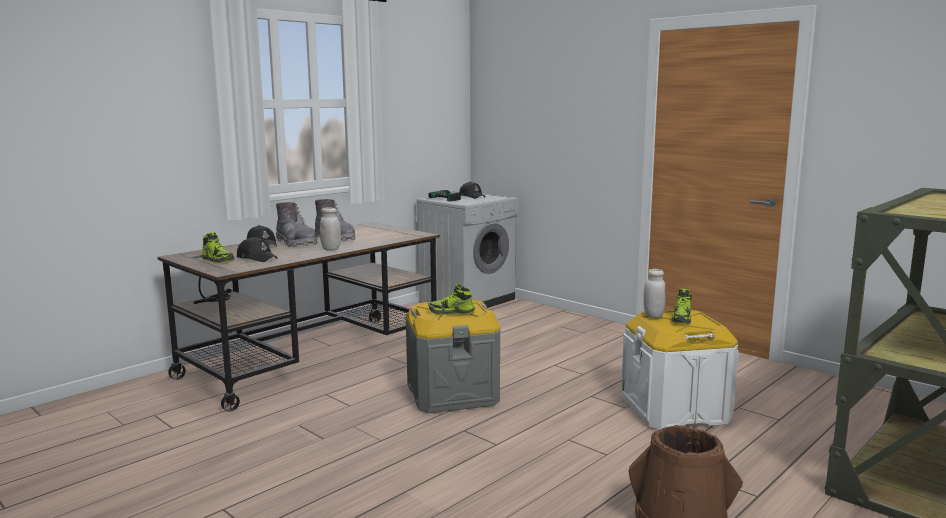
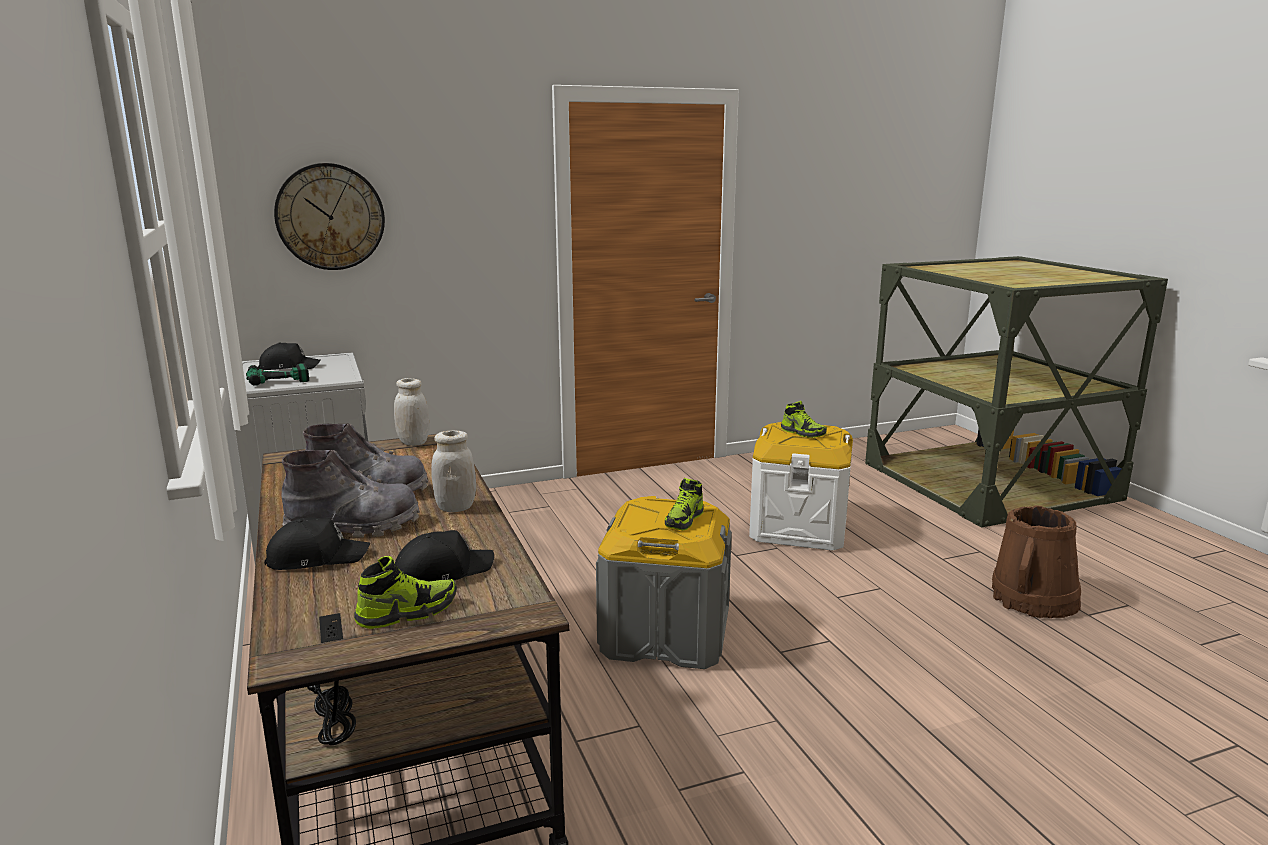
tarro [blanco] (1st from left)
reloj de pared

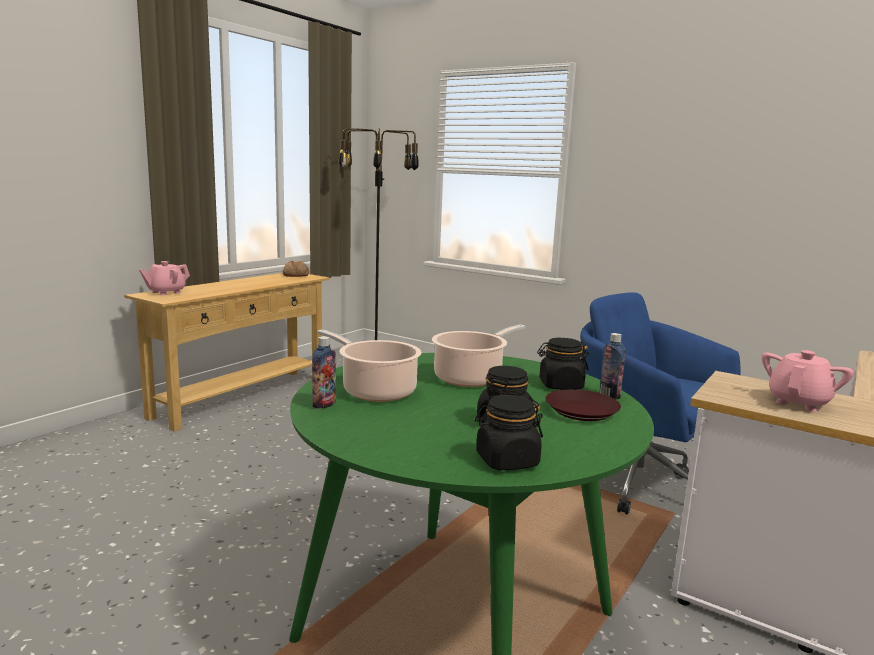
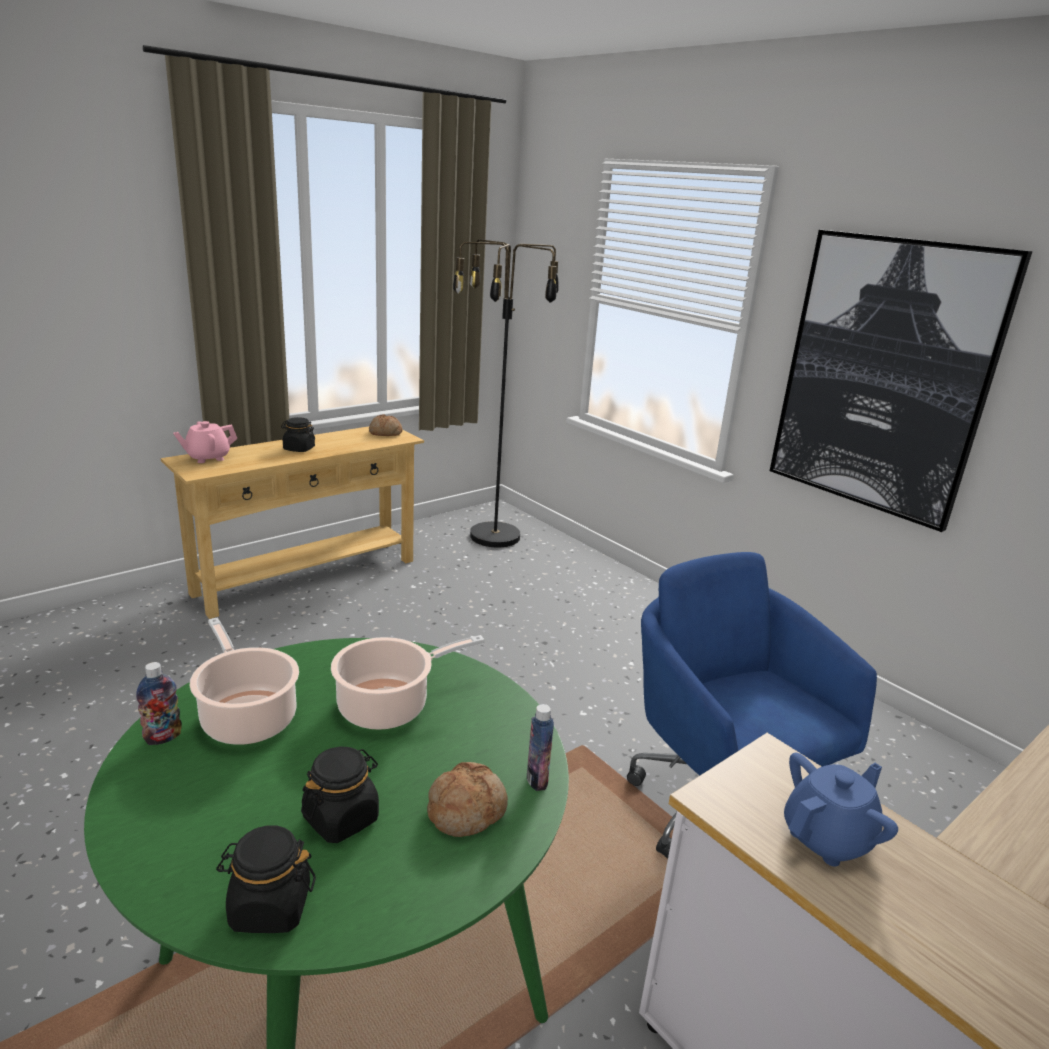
tarro [negro] (2nd from left)
tetera [azul]
pan (2nd from left)
cuadro

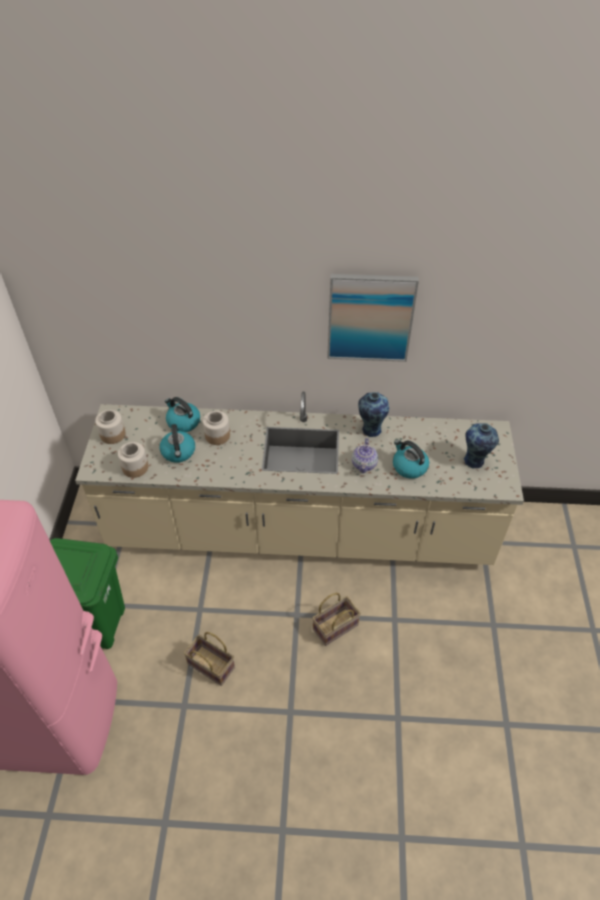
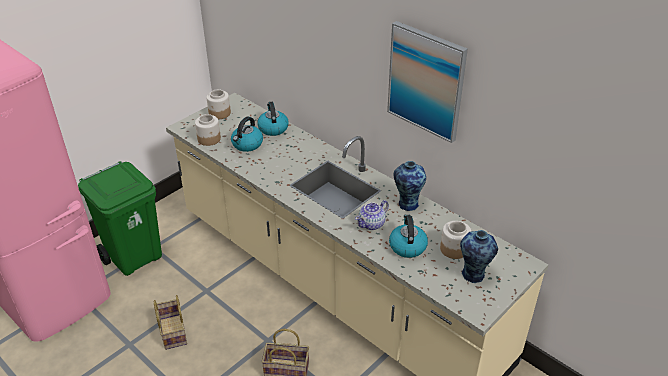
tarro (3rd from left)

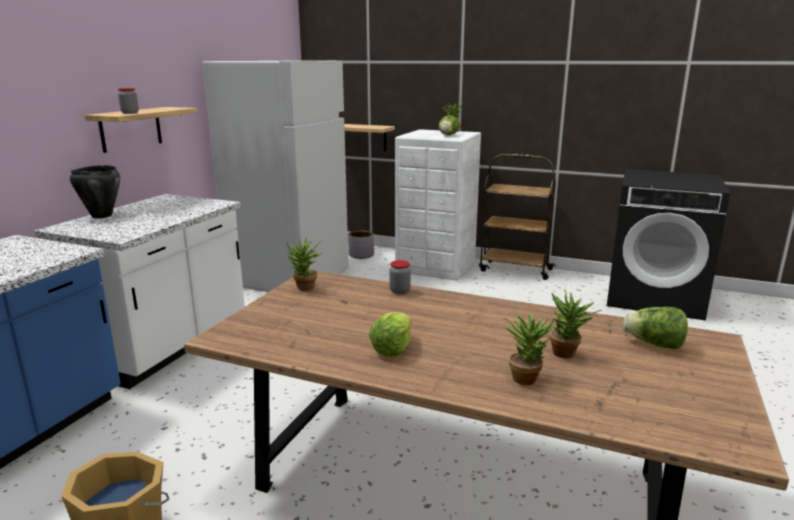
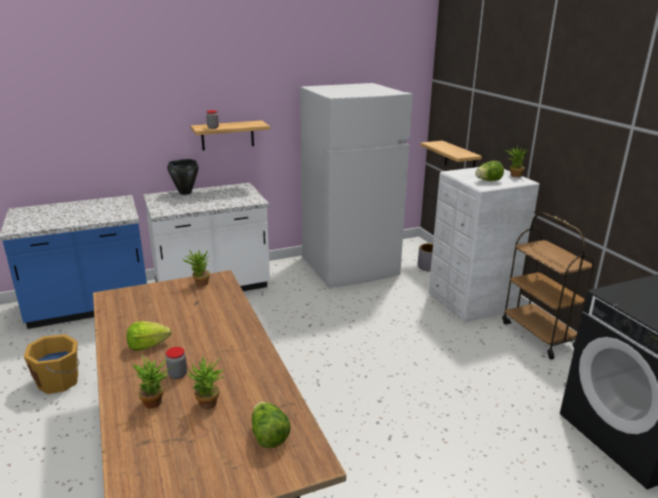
tarro (1st from left)

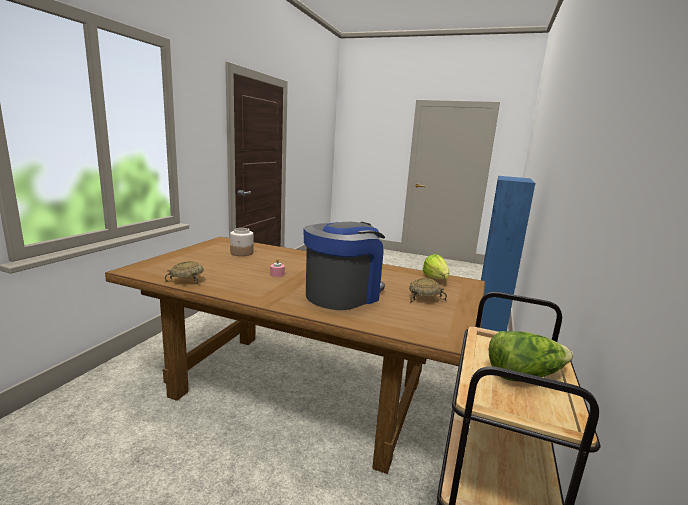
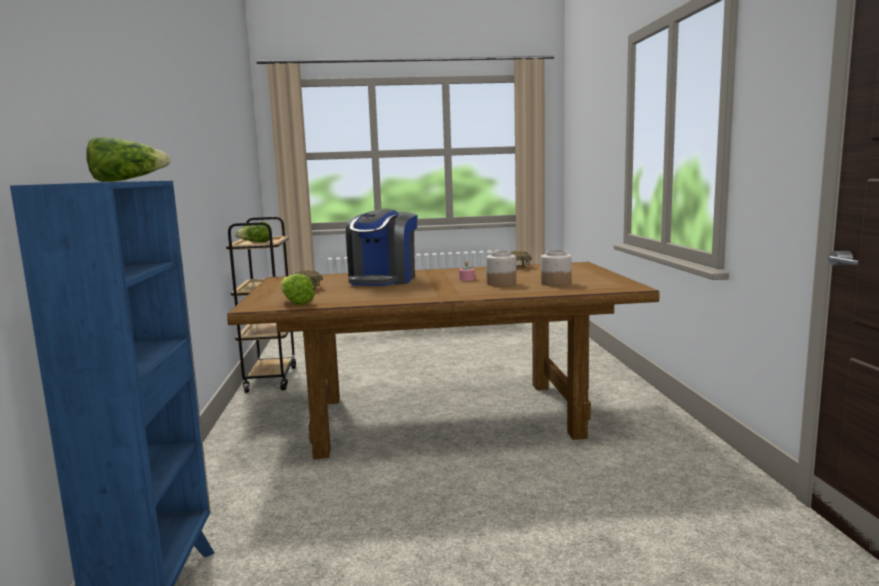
lechuga (1st from left)
tarro (1st from left)

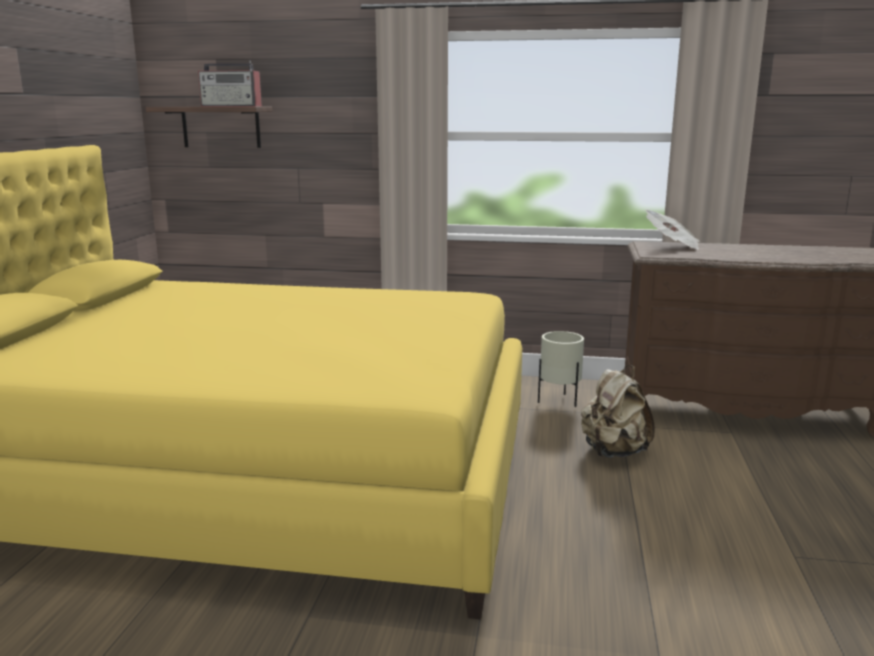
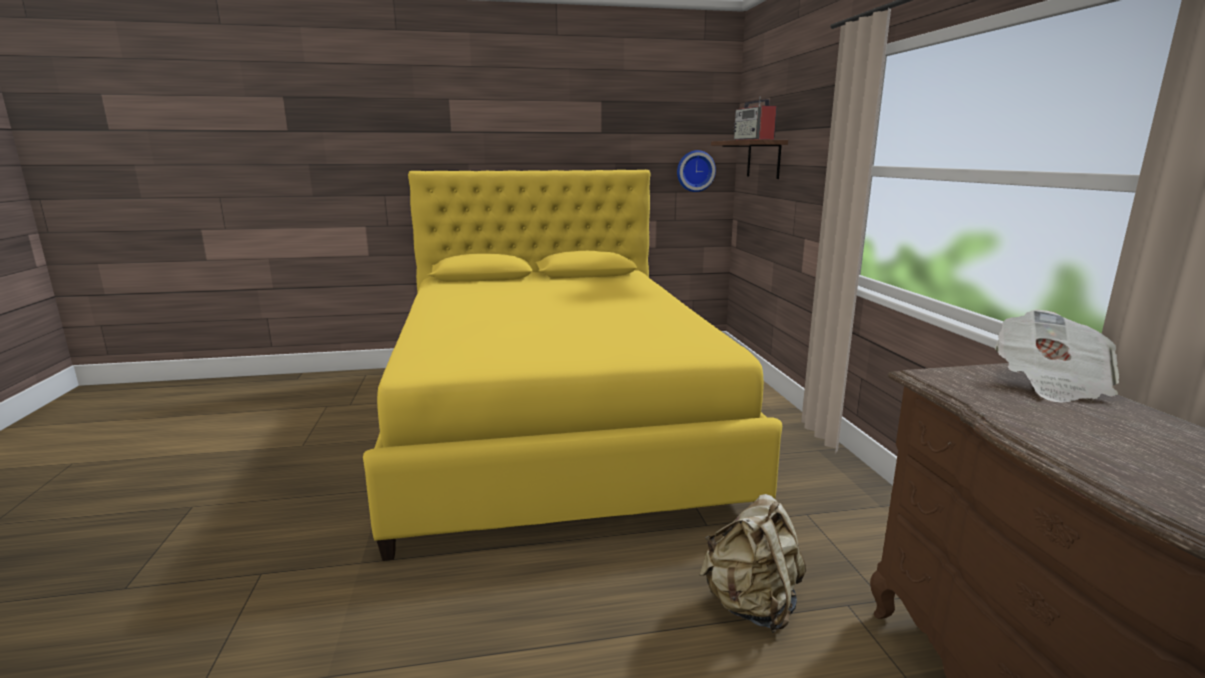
maceta [beis]
reloj de pared

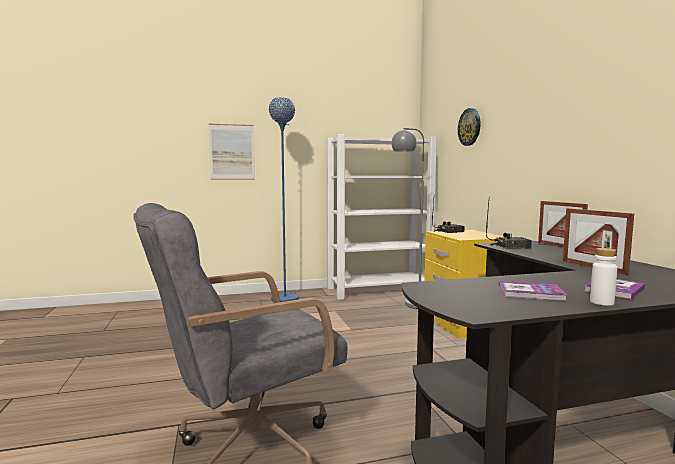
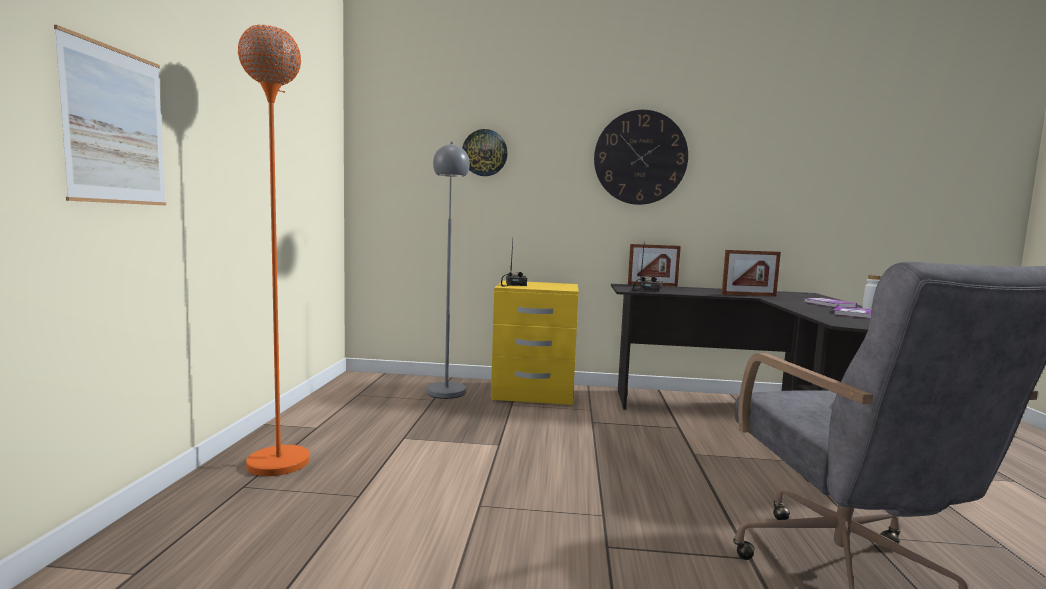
lámpara de pie [naranja]
estantería [blanco]
reloj de pared (2nd from left)

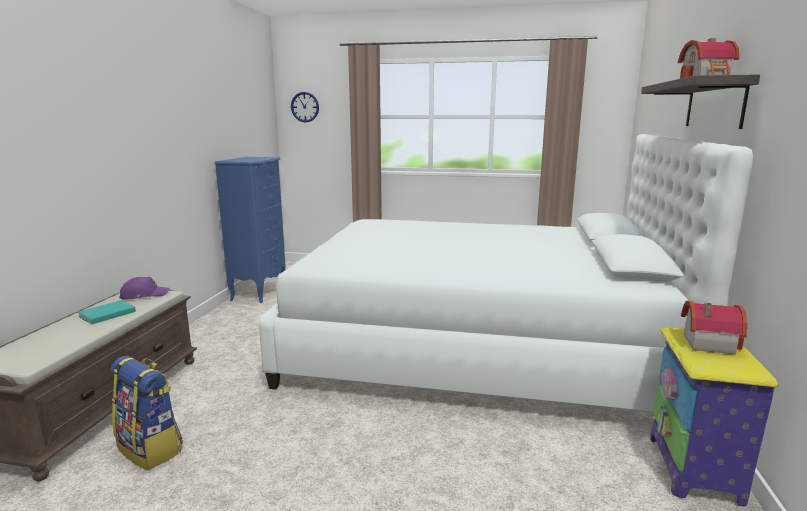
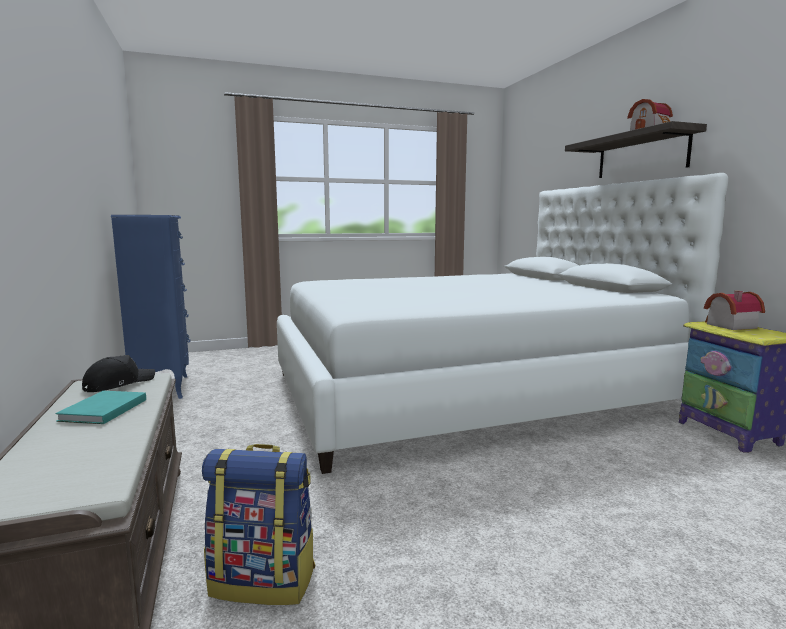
reloj de pared
gorra [negro]

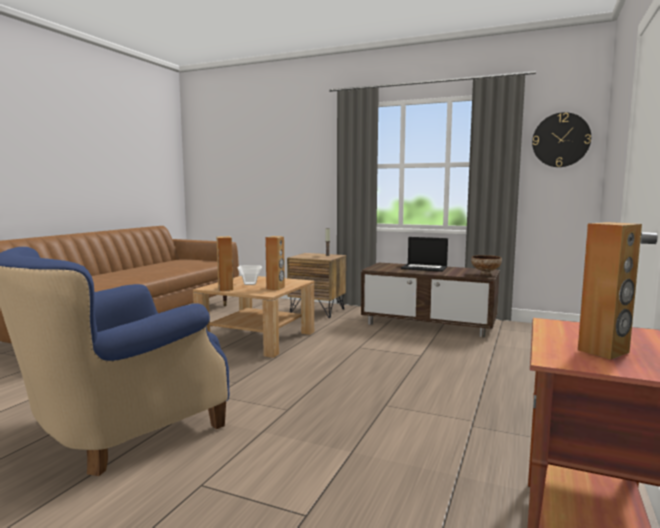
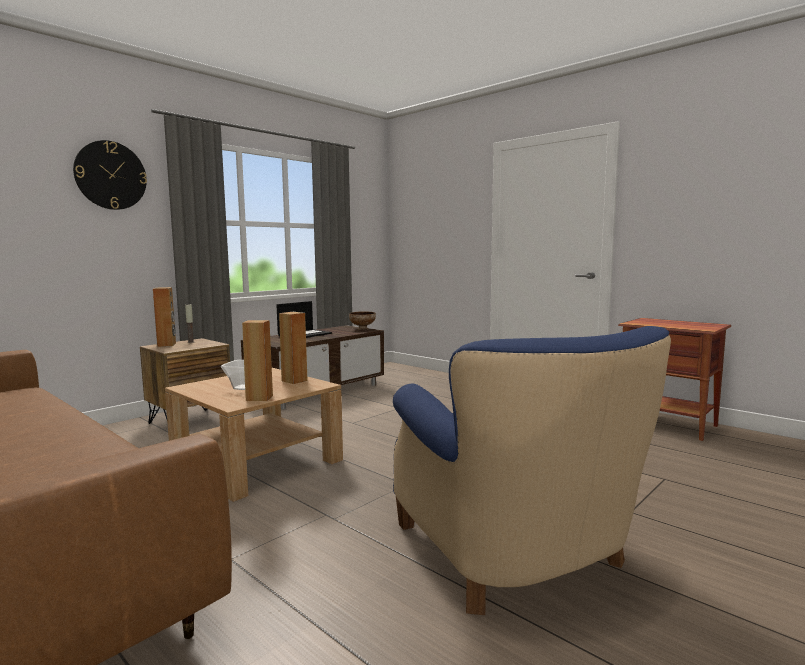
reloj de pared
altavoz [marrón] (1st from left)

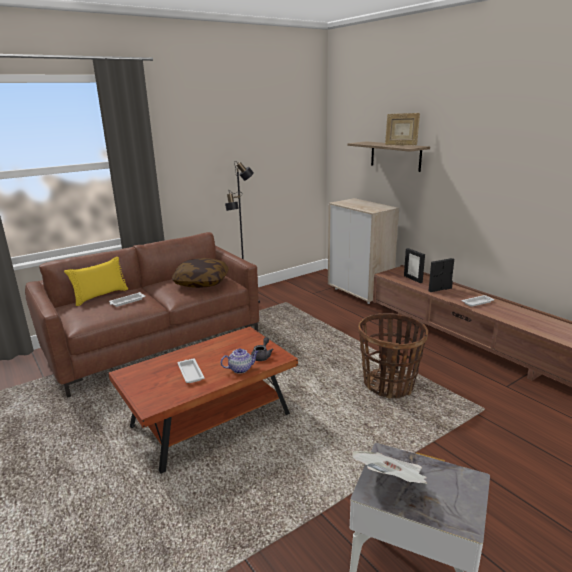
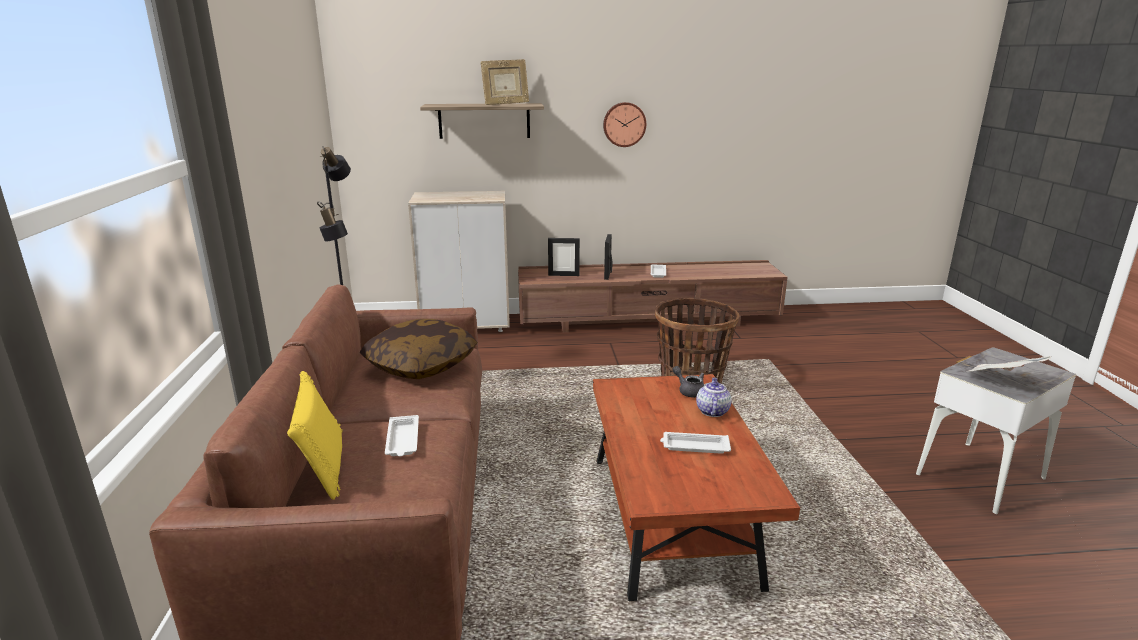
reloj de pared

